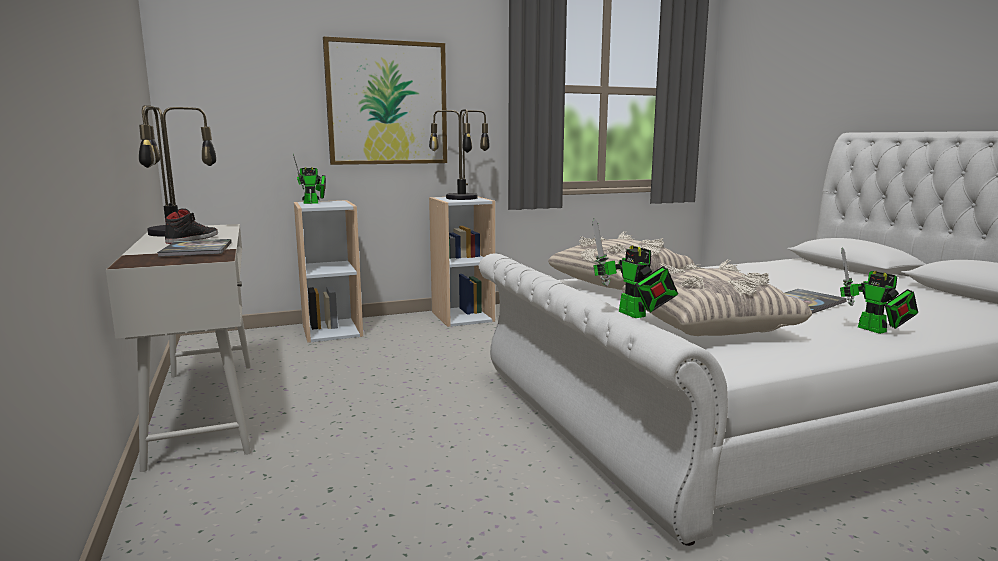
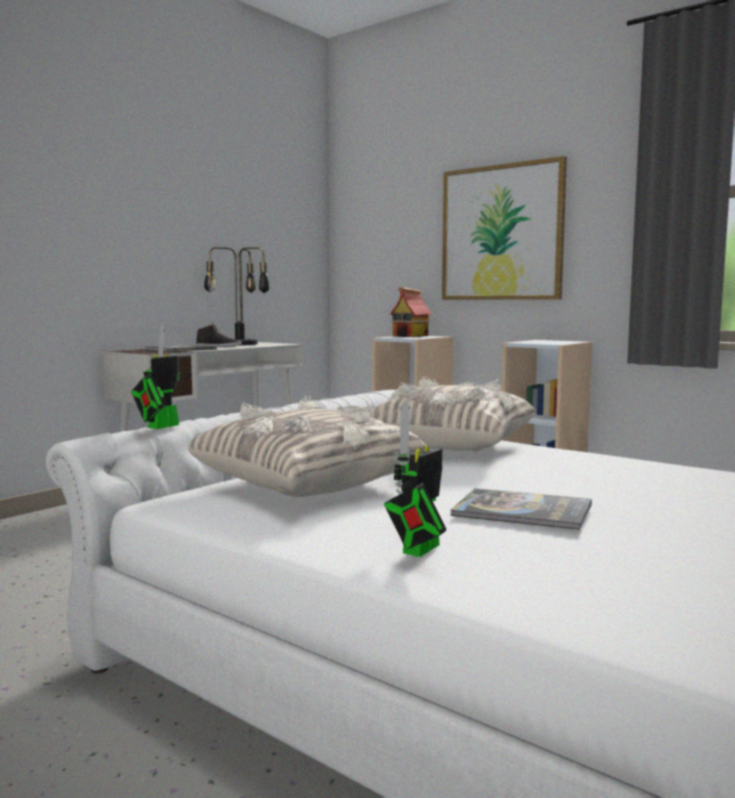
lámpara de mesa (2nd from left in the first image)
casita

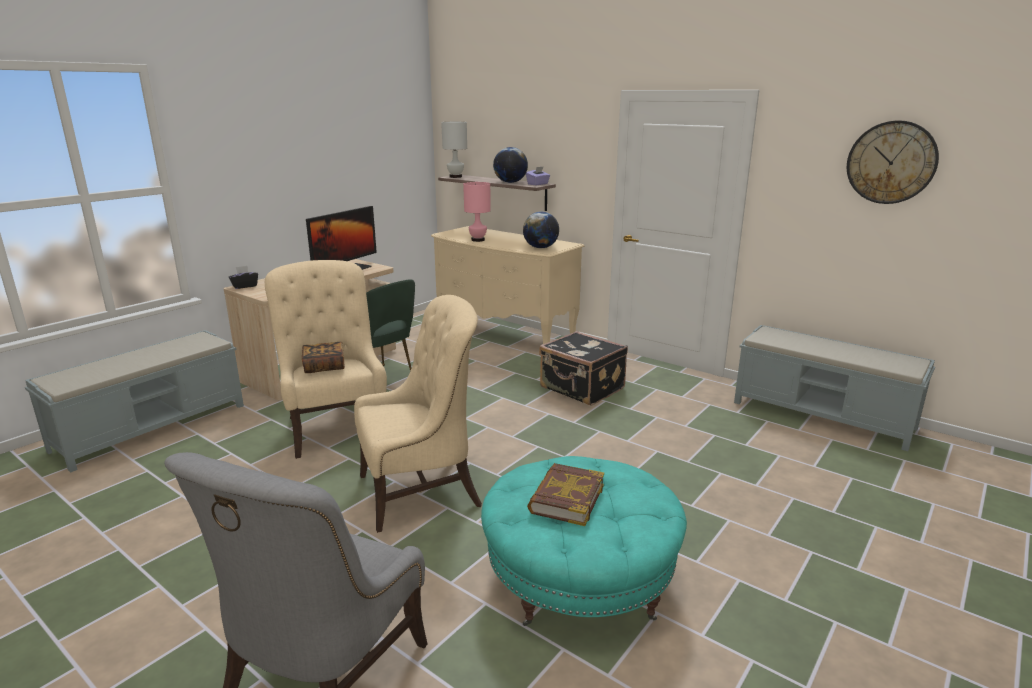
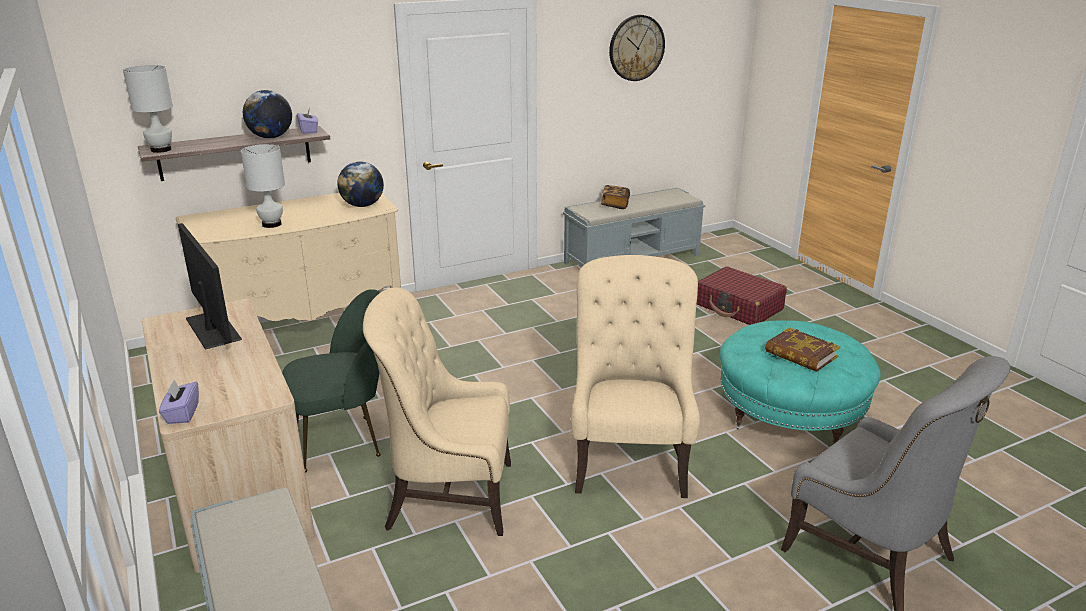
lámpara de mesa [blanco] (2nd from left)
caja de pañuelos [morado] (1st from left)
maleta [negro]
libro (1st from left)
maleta [rojo]

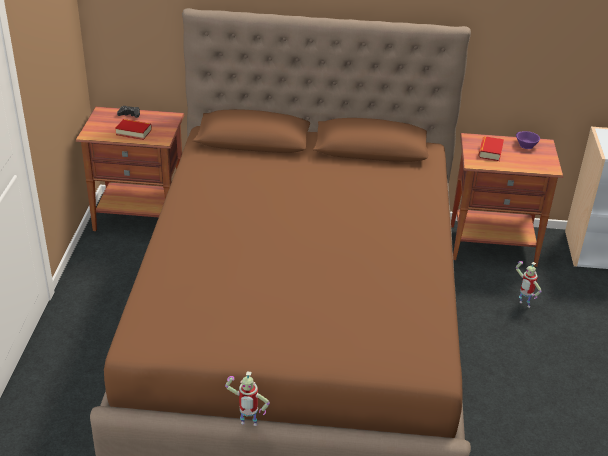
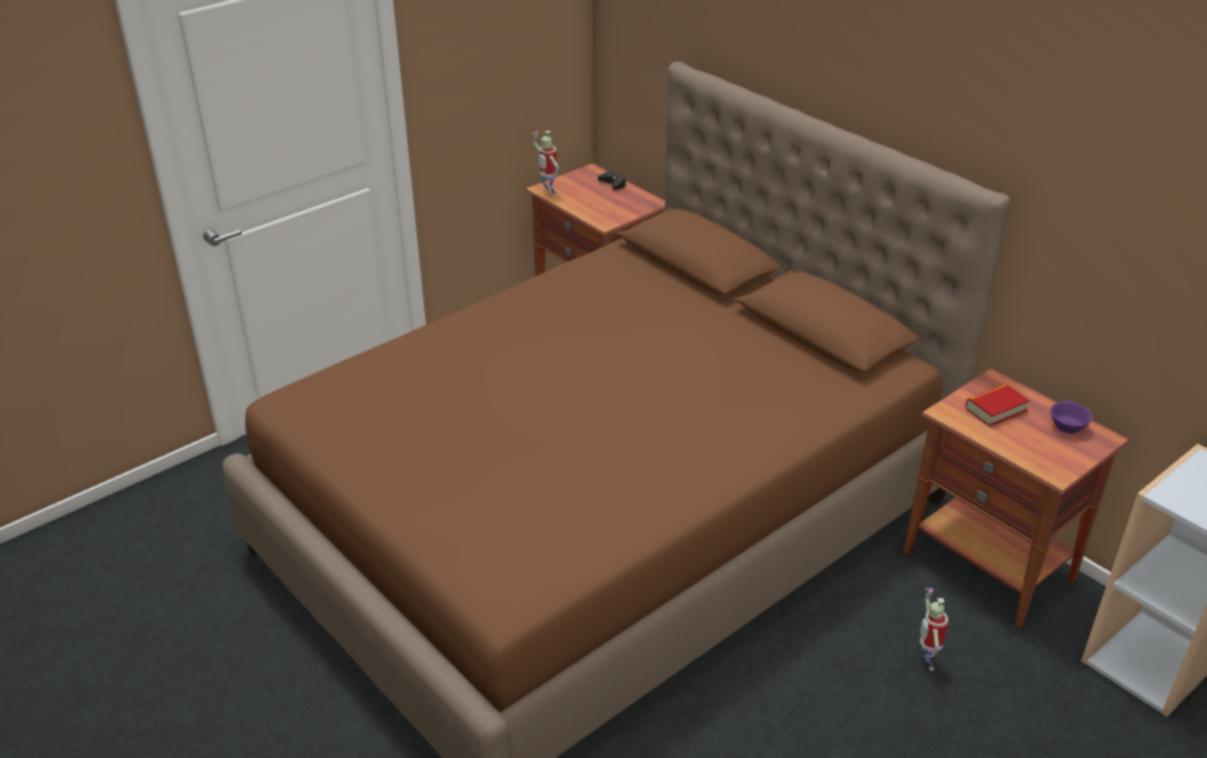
libro (1st from left in the first image)
robot de juguete (1st from left)

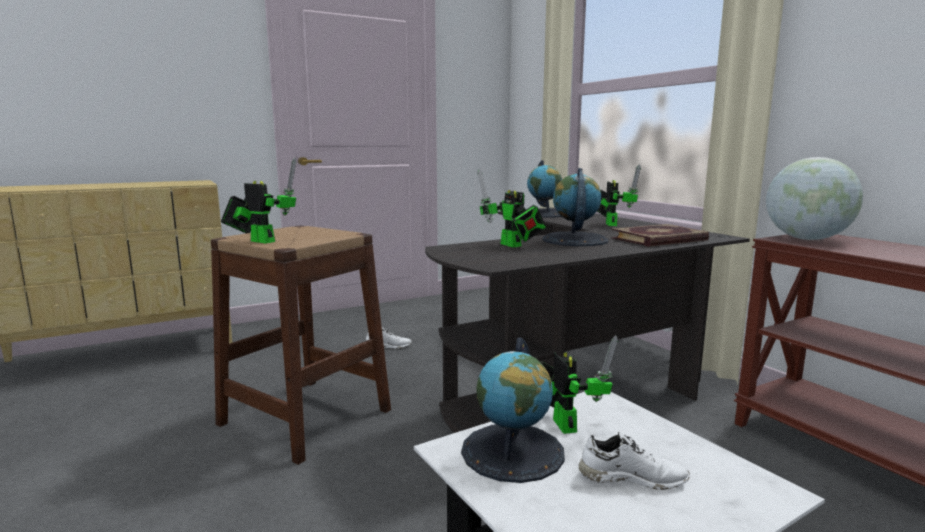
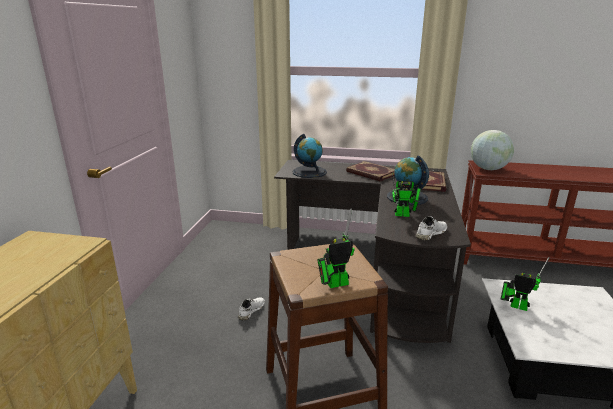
libro (1st from left)
globo terráqueo (1st from left in the first image)
zapato [blanco] (2nd from left)

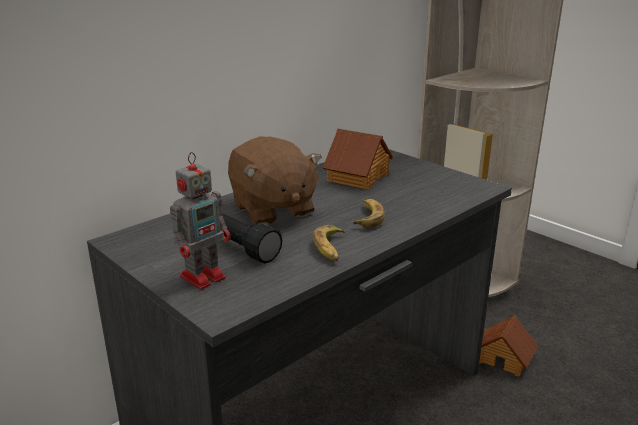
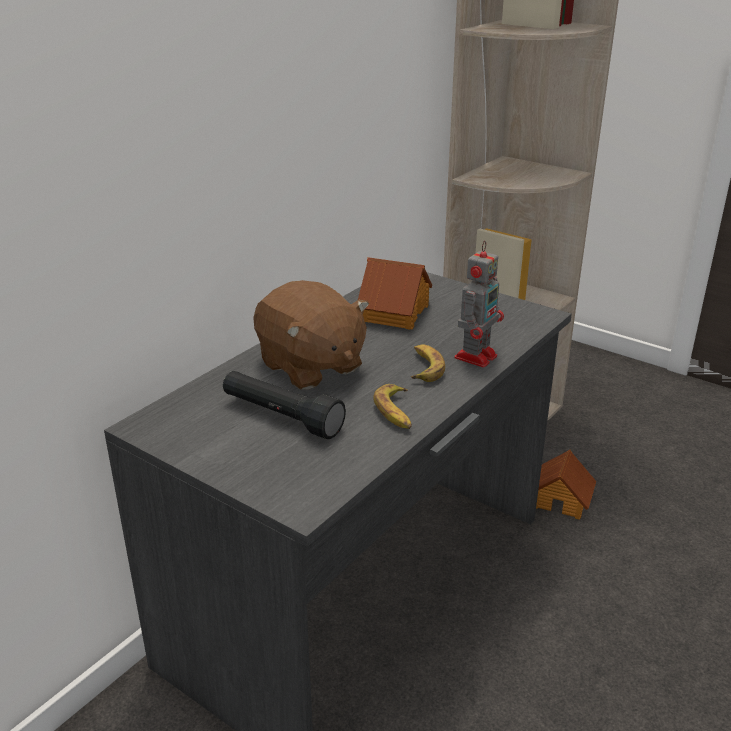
robot de juguete

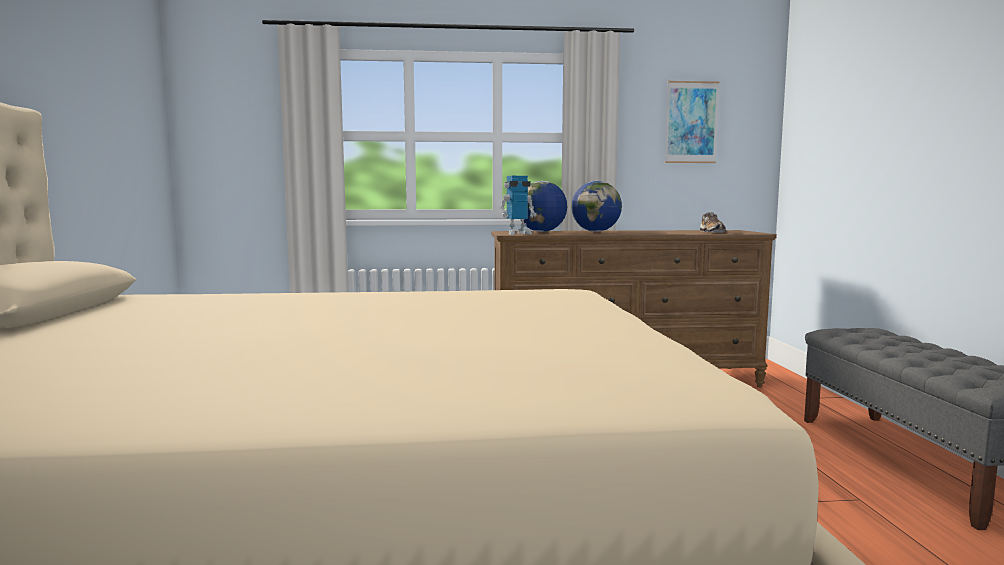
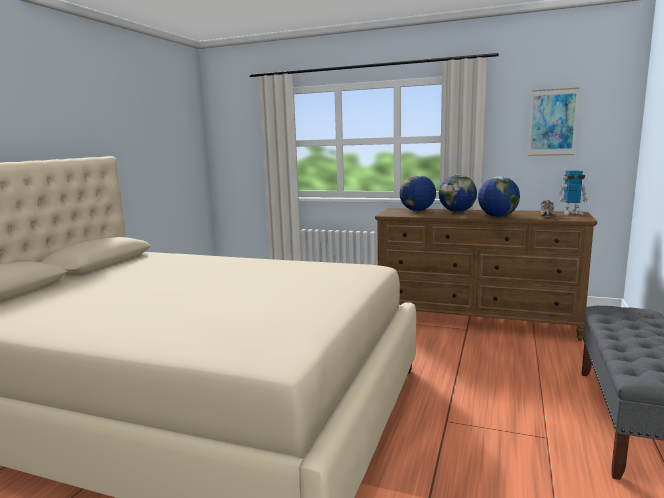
robot de juguete
globo terráqueo (3rd from left)

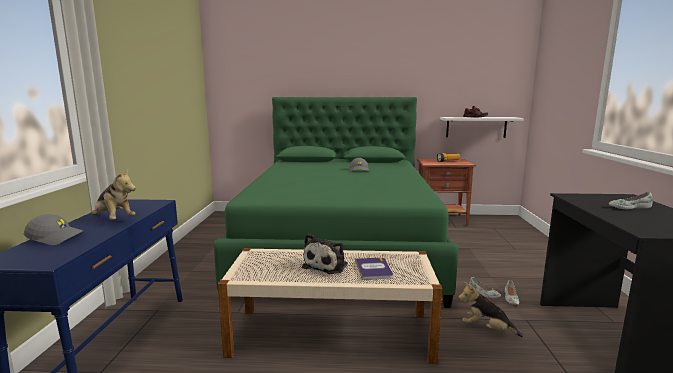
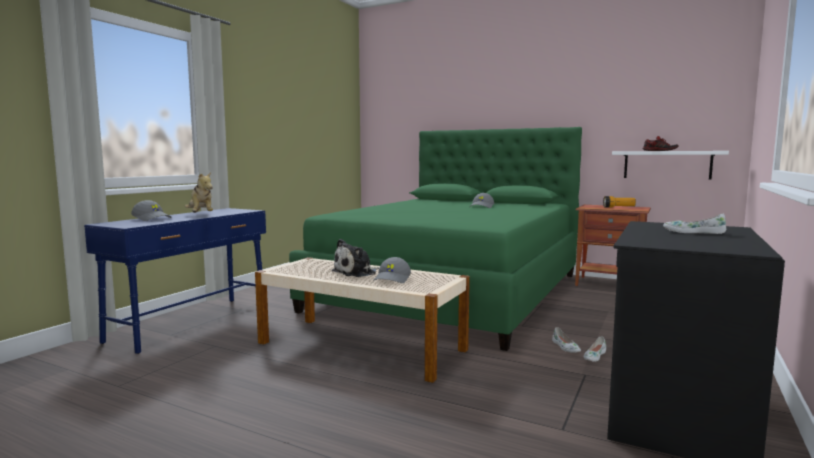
gorra [gris] (2nd from left)
peluche (3rd from left in the first image)

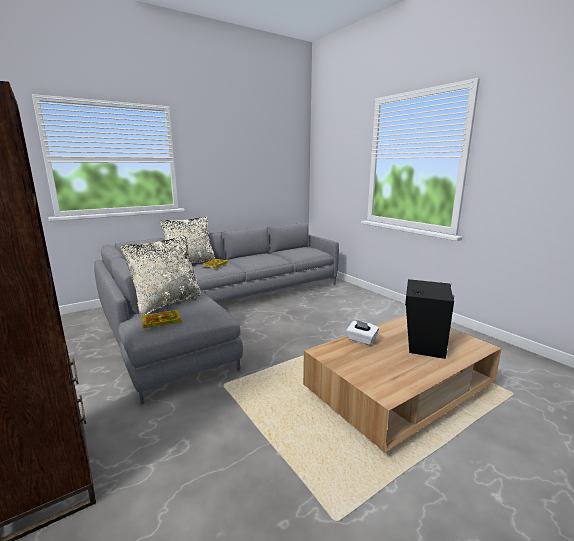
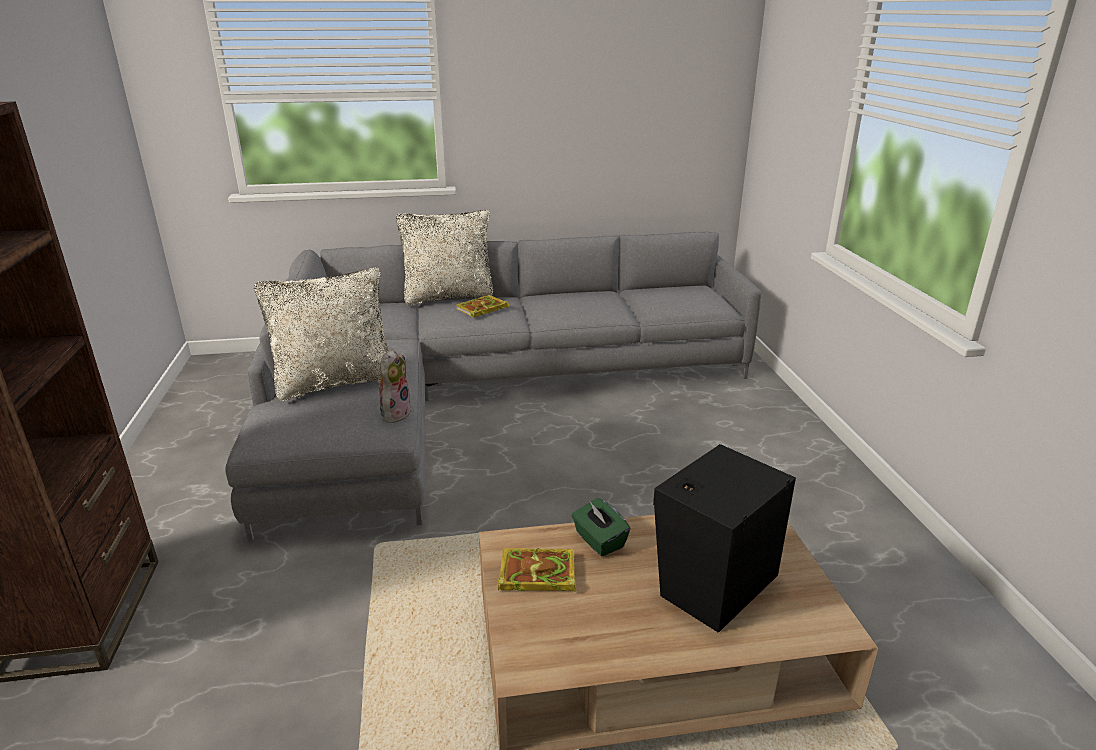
libro (2nd from left)
caja de pañuelos [verde]
peluche

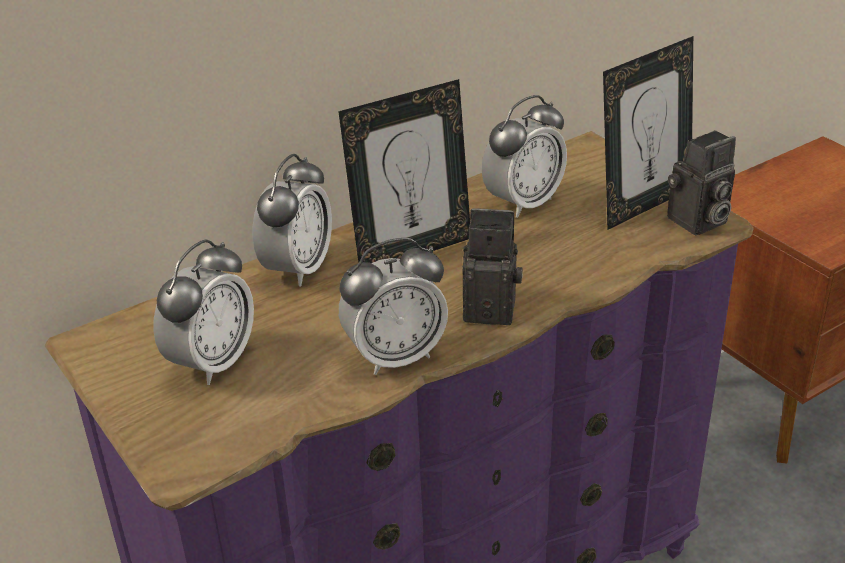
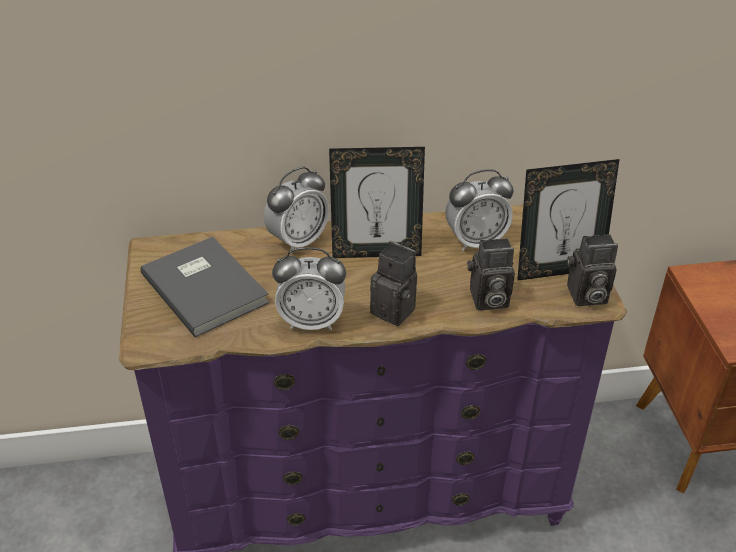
libro [gris]
cámara (2nd from left)

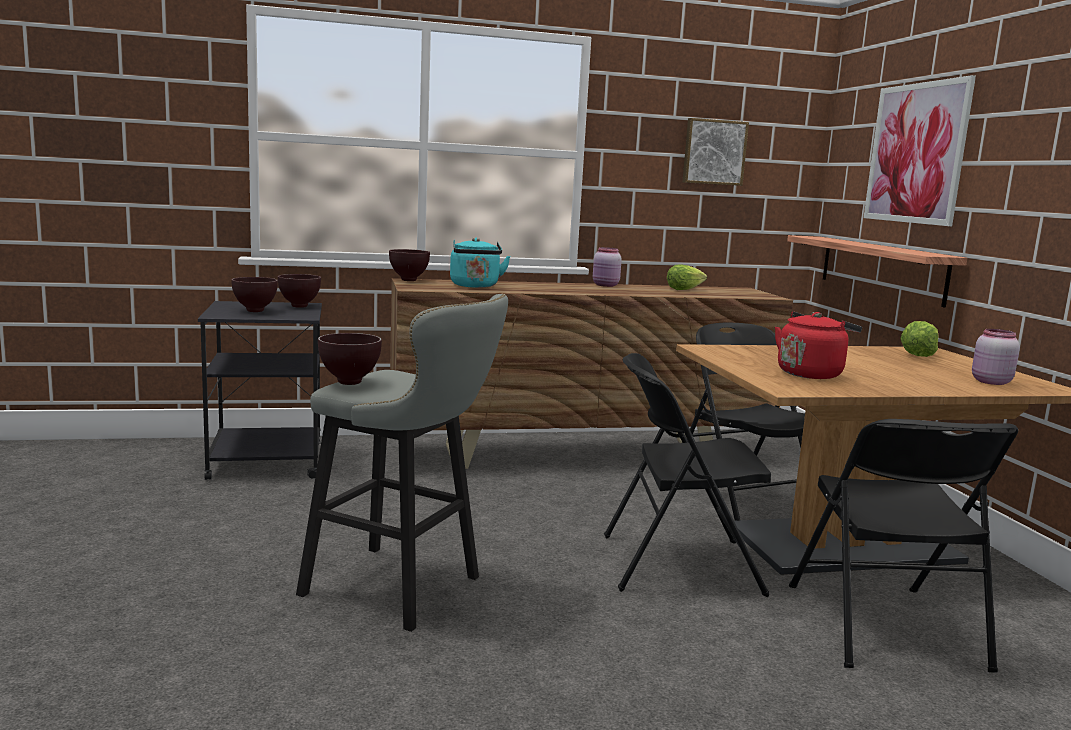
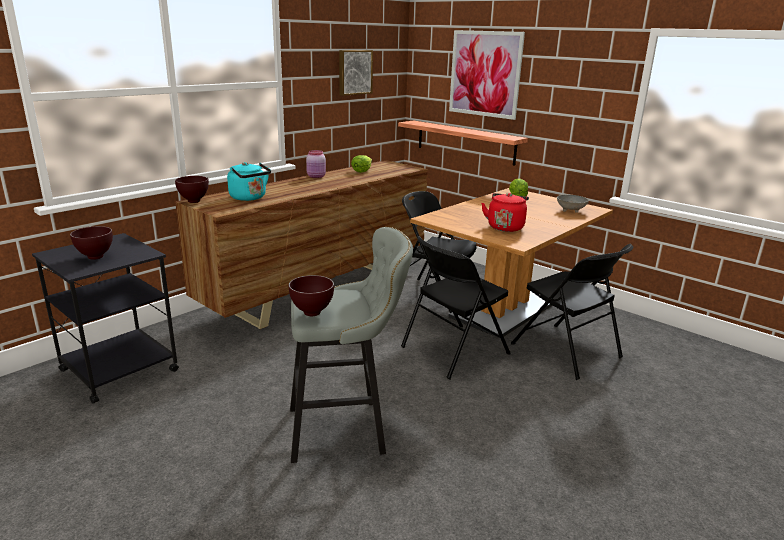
cuenco [marrón] (2nd from left in the first image)
cuenco [gris]

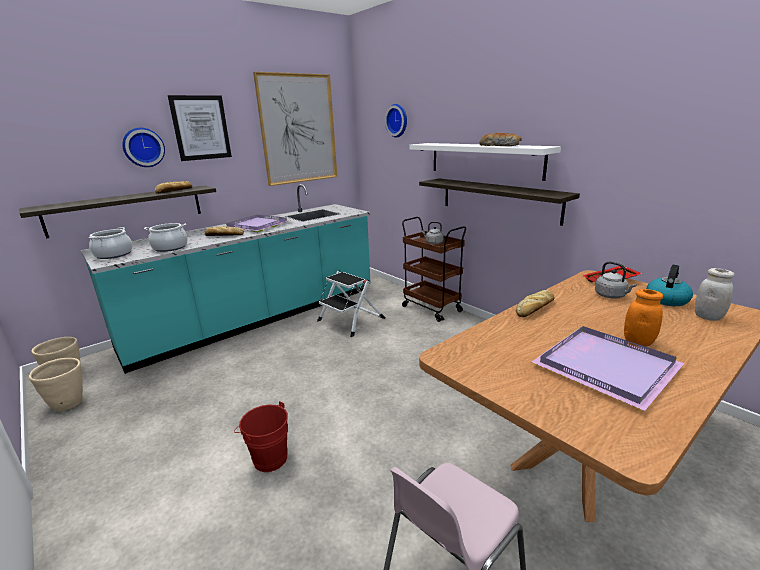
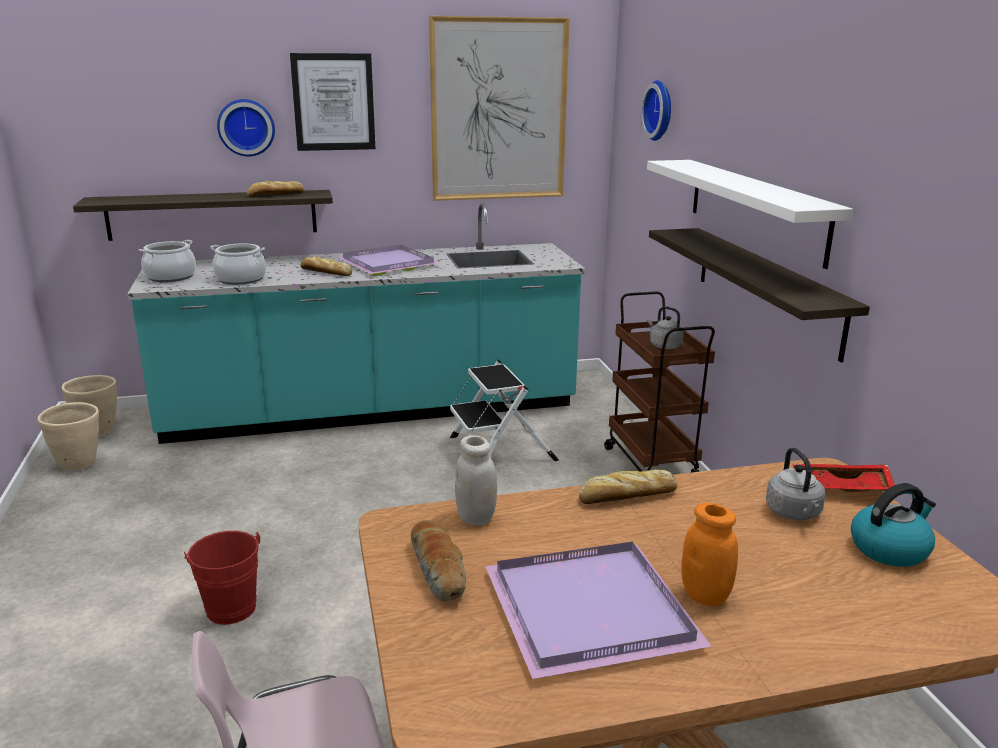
pan (3rd from left)
tarro [blanco]

